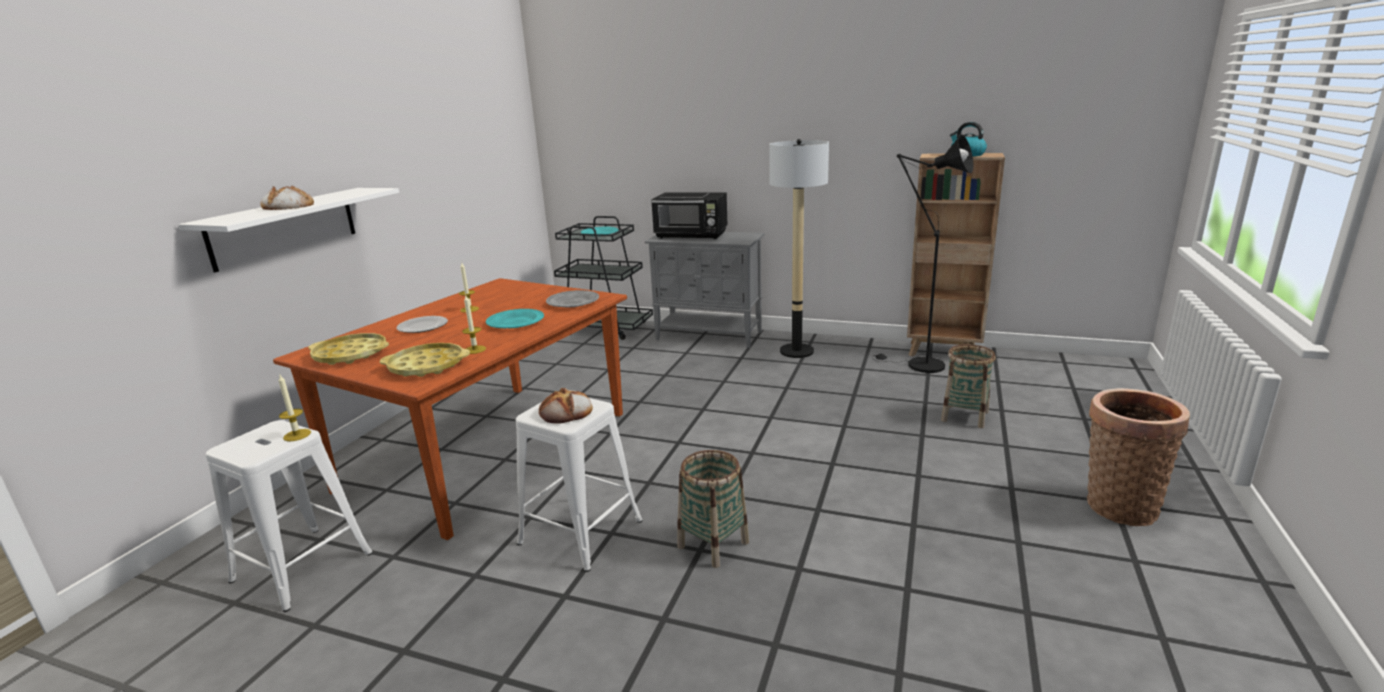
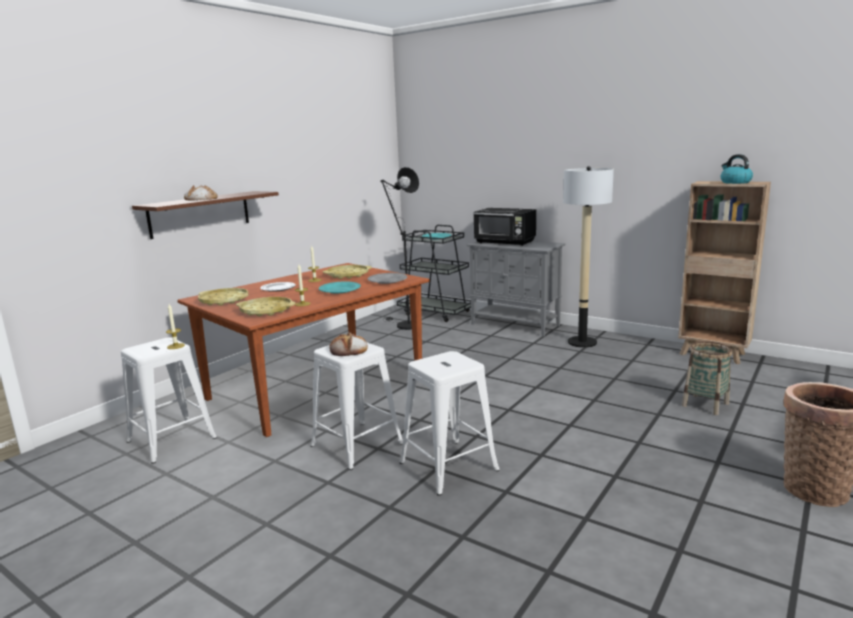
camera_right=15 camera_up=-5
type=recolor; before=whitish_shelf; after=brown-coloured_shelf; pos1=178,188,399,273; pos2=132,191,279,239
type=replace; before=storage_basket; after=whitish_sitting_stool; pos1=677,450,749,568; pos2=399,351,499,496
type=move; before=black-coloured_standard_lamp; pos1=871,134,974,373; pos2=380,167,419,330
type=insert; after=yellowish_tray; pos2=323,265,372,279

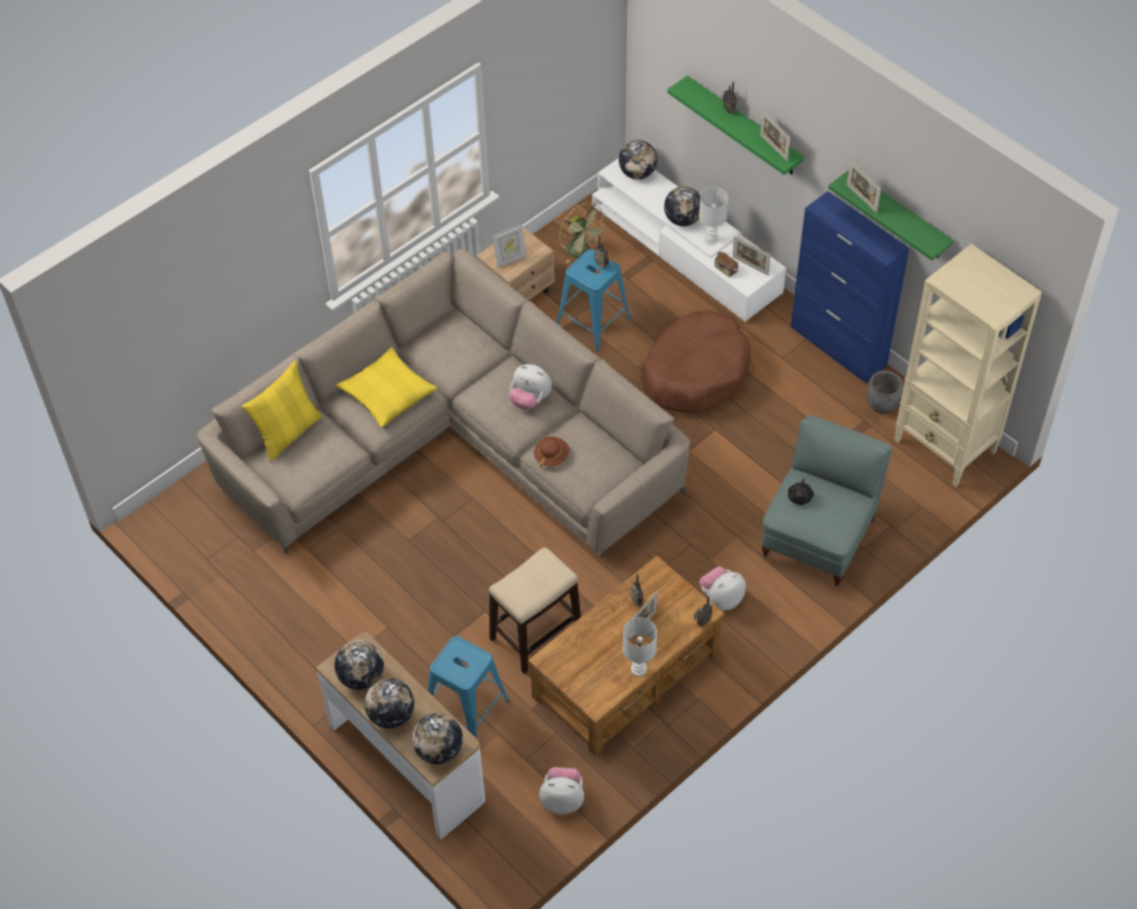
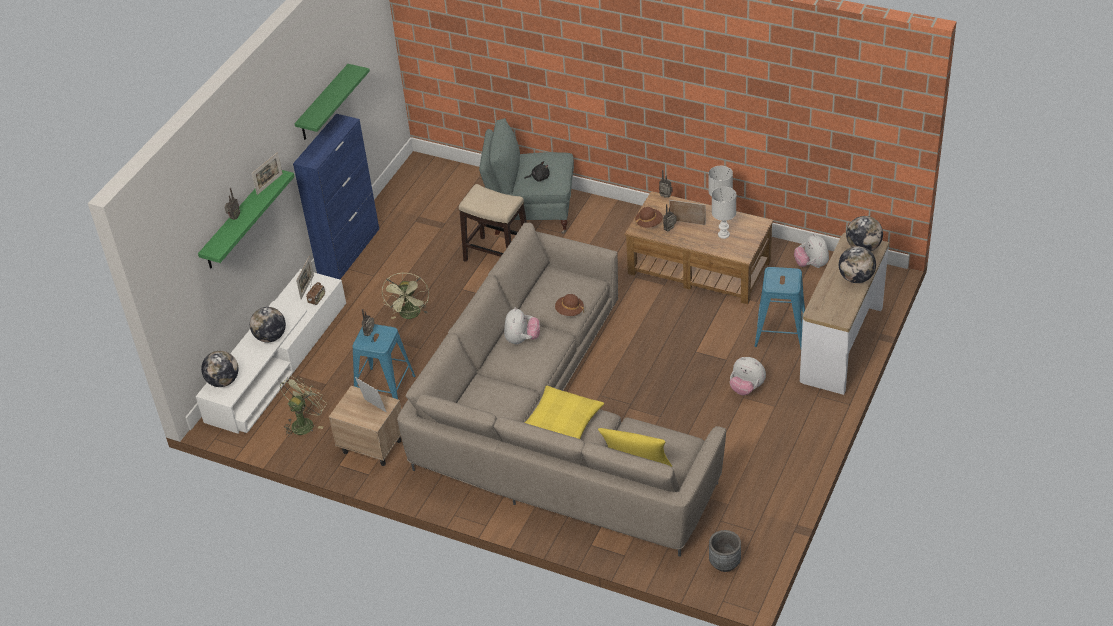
camera_right=-110 camera_up=-10
type=delete; before=desk_globe; pos1=334,640,384,690
type=move; before=sitting_stool; pos1=489,548,581,674; pos2=459,184,527,262
type=replace; before=brown-coloured_dog_cushion; after=green-coloured_electric_fan; pos1=640,310,751,413; pos2=382,273,429,319
type=move; before=whitish_tabletop_lamp; pos1=699,187,728,245; pos2=712,187,736,239
type=move; before=cuddly_toy; pos1=699,567,746,611; pos2=730,357,766,395
type=delete; before=picture_frame; pos1=847,161,881,213
type=move; before=greyish_planter; pos1=867,371,903,413; pos2=709,530,741,572
type=delete; before=beige-coloured_bookshelf; pos1=894,244,1042,487
type=insert; after=brown-coloured_wearable_hat; pos2=635,207,663,228

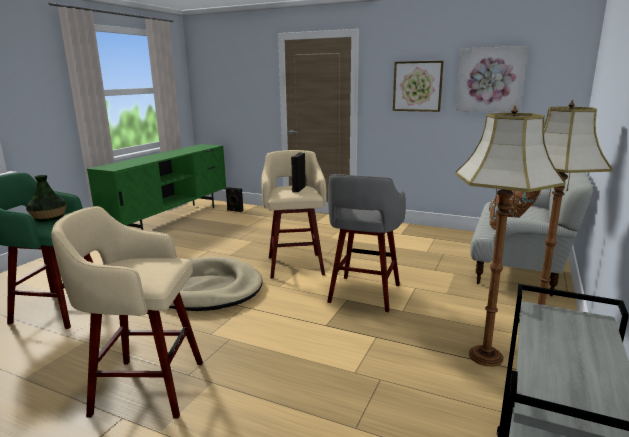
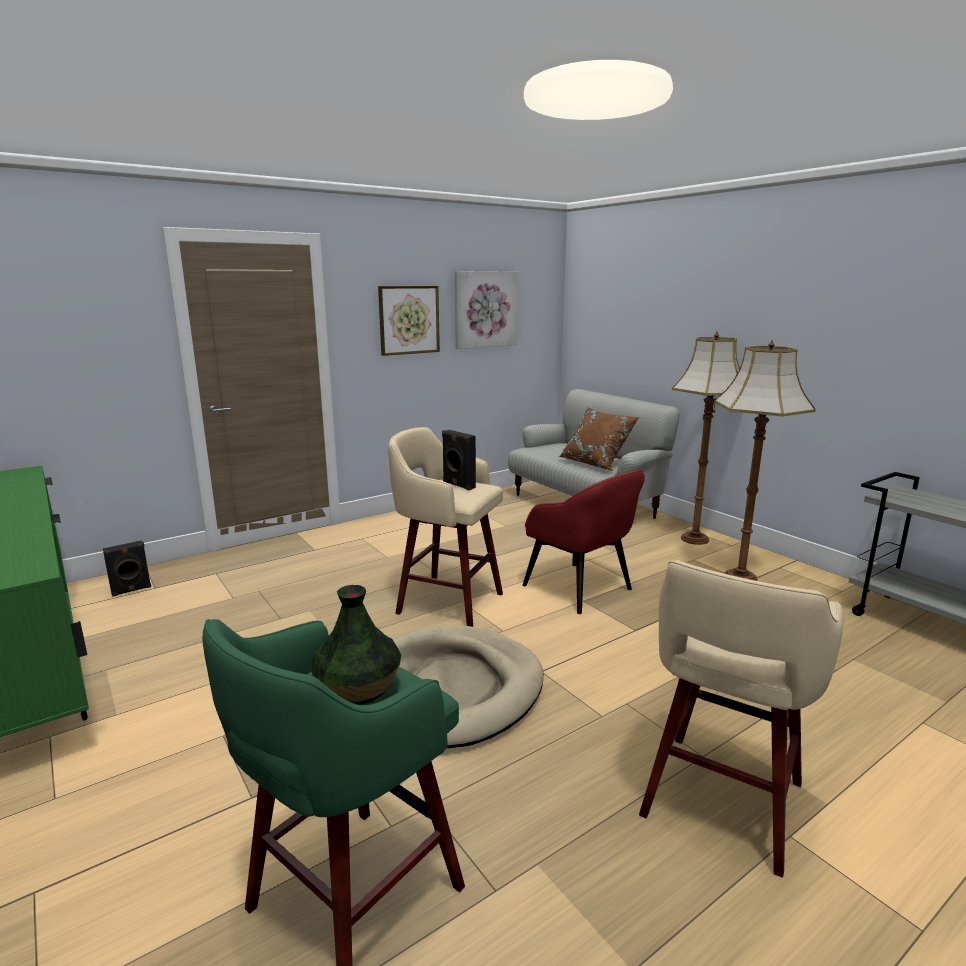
camera_right=-60 camera_up=0
type=replace; before=greyish_sitting_stool; after=red_easy_chair; pos1=327,174,406,312; pos2=523,470,645,614

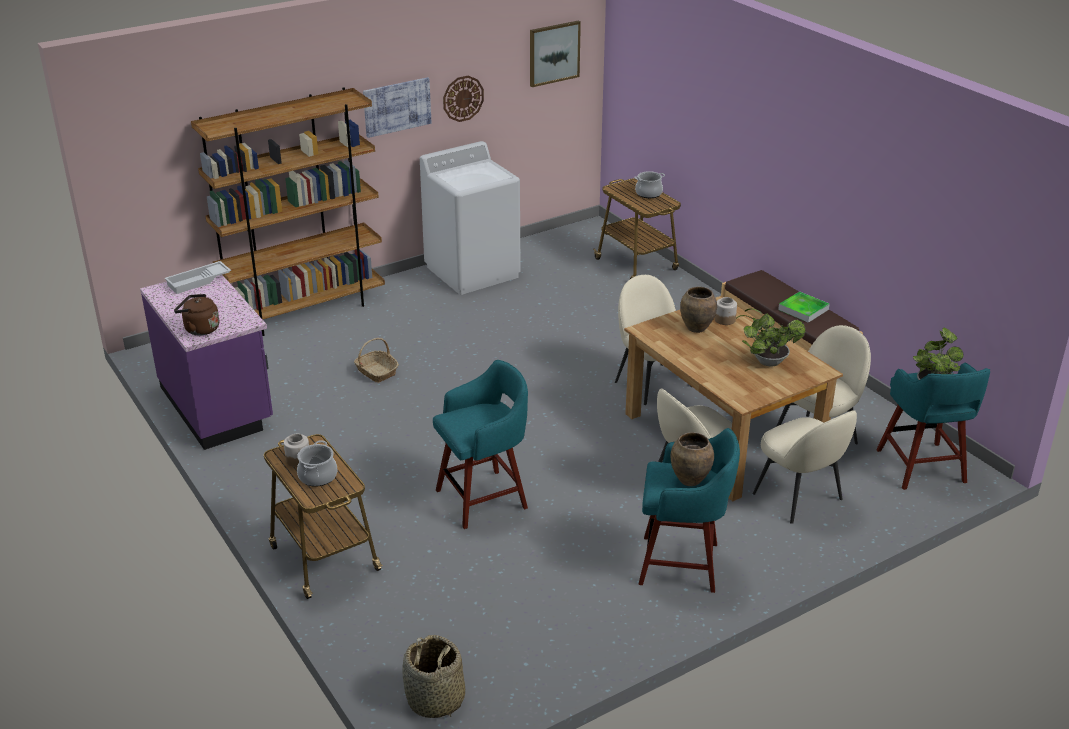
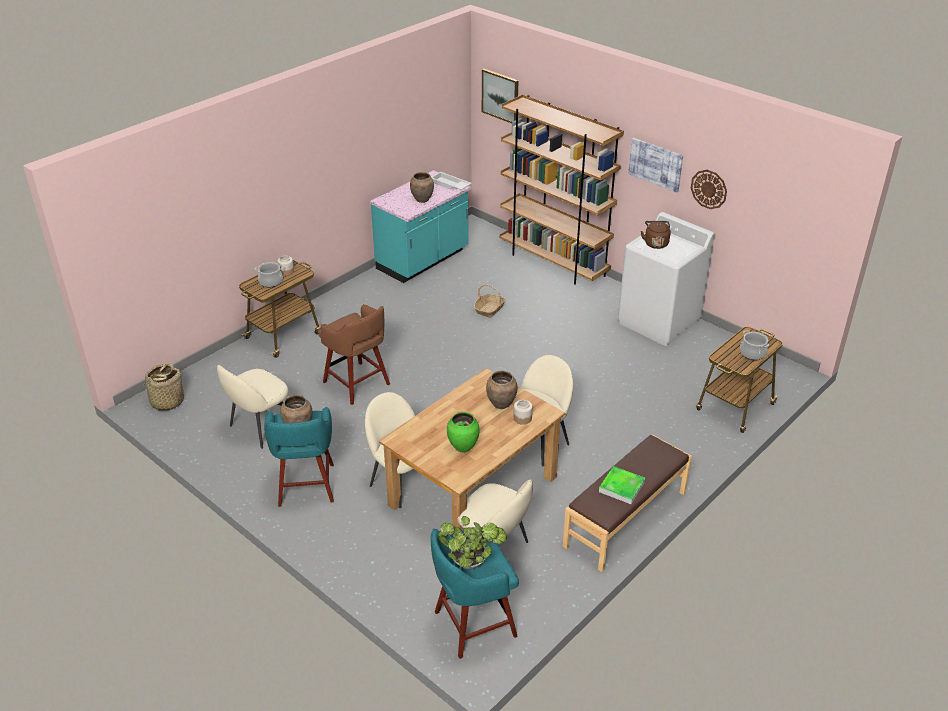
camera_right=75 camera_up=5
type=recolor; before=purple_kitchen_base_unit; after=blue-green_kitchen_base_unit; pos1=140,275,273,450; pos2=370,170,471,283
type=move; before=brown-coloured_kettle; pos1=174,294,219,335; pos2=641,221,670,249
type=recolor; before=blue-green_sitting_stool; after=brown-coloured_sitting_stool; pos1=433,360,528,529; pos2=318,304,390,405
type=move; before=wall_art; pos1=530,21,581,87; pos2=482,69,519,123
type=replace; before=potted_plant; after=green-coloured_flower_vase; pos1=736,309,806,366; pos2=447,412,480,452
type=move; before=beige-coloured_plain_chair; pos1=753,410,857,524; pos2=217,365,288,449
type=insert; after=brown-coloured_flower_vase; pos2=410,172,434,203

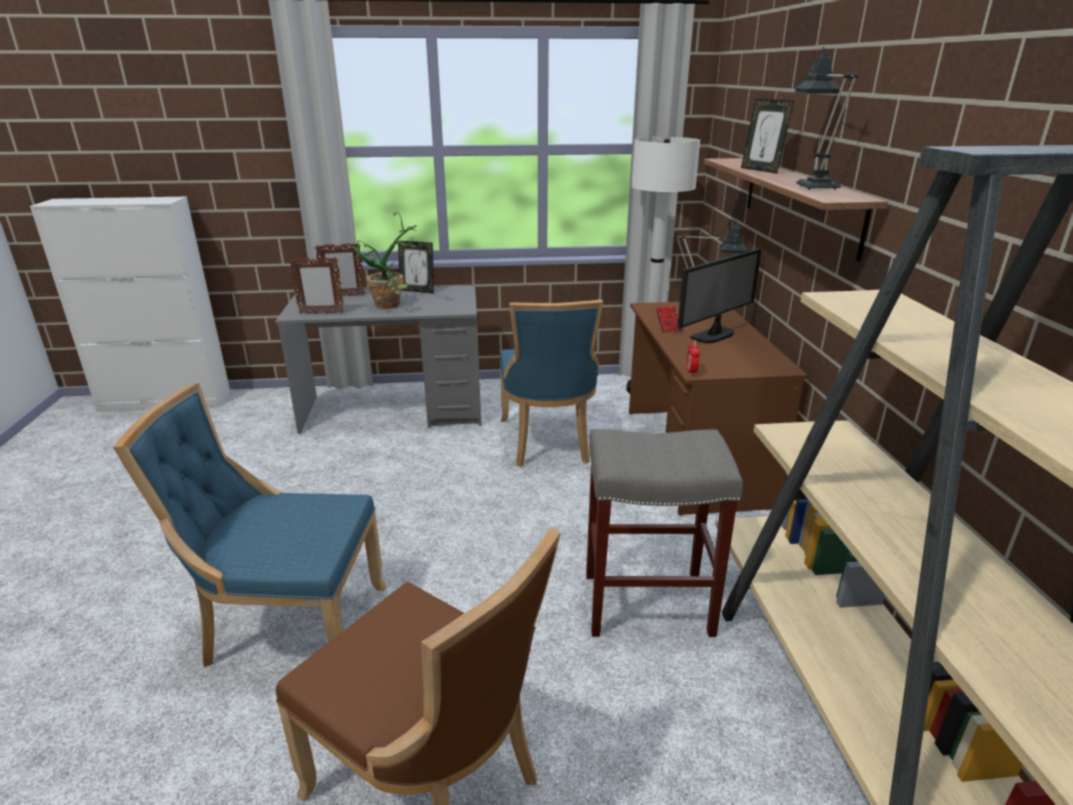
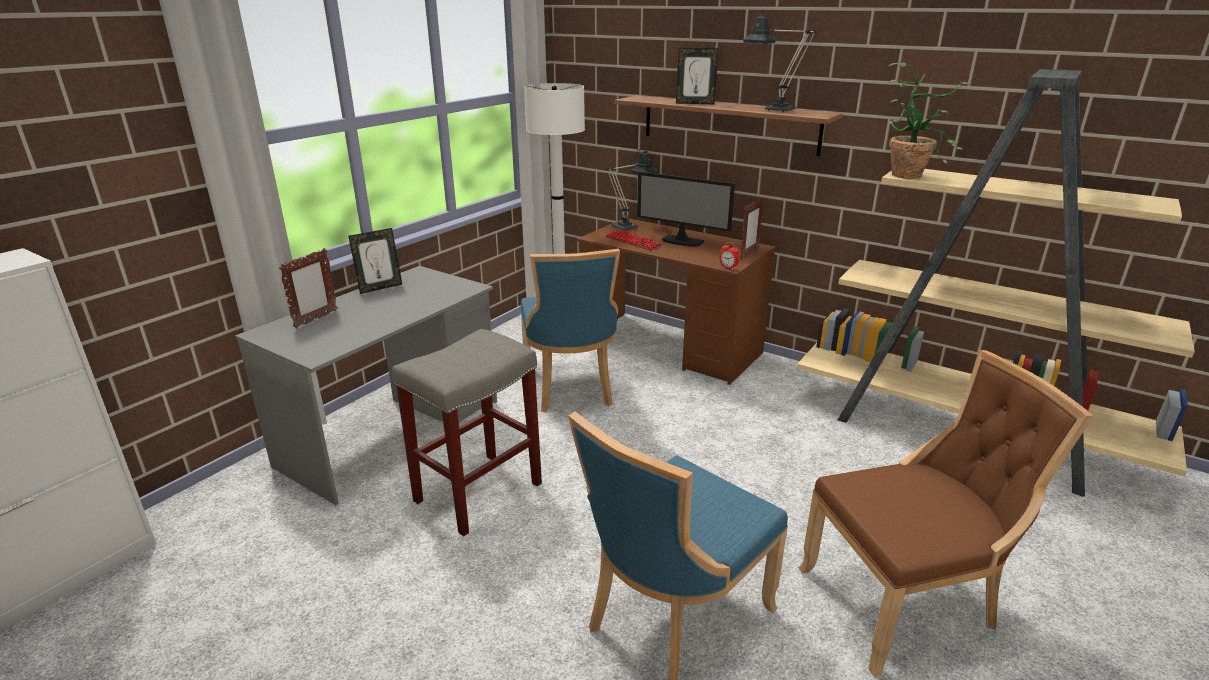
camera_right=-50 camera_up=0
type=move; before=picture_frame; pos1=289,257,345,314; pos2=740,197,764,259
type=move; before=potted_plant; pos1=348,212,417,309; pos2=888,62,970,179
type=rotate; before=blue-coloured_plain_chair; pos1=500,300,603,467; pos2=520,249,620,413; turn=45
type=move; before=greyish_sitting_stool; pos1=586,429,743,637; pos2=392,329,542,536
type=rotate; before=monitor; pos1=677,249,762,343; pos2=637,172,735,247; turn=120

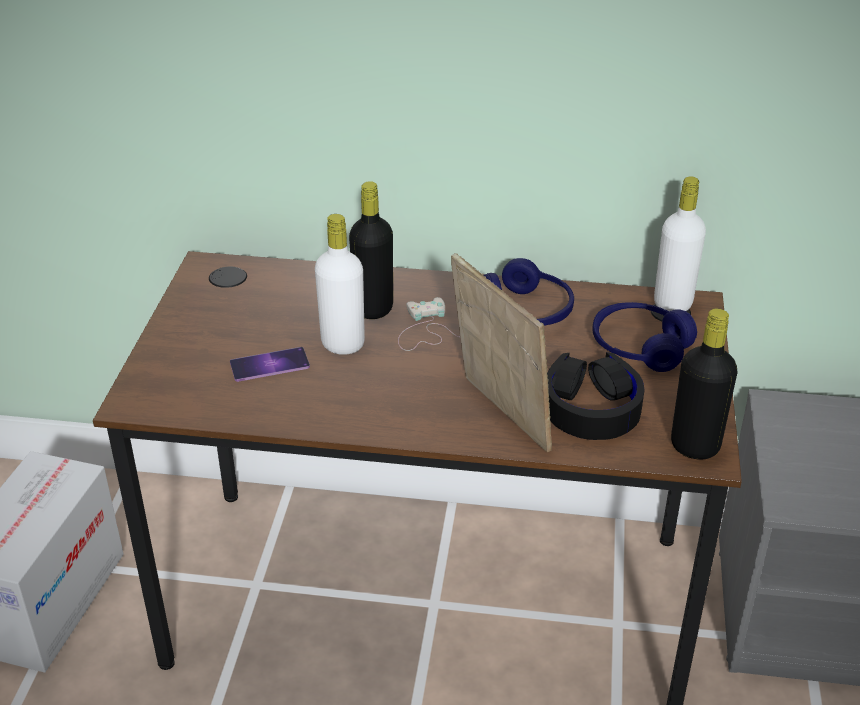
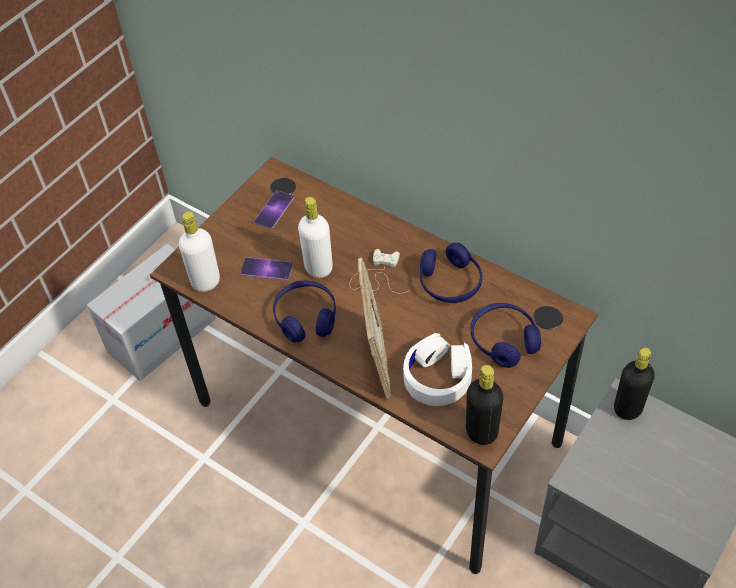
camera_right=30 camera_up=15
type=move; before=black-coloured_bottle; pos1=349,181,393,319; pos2=614,348,655,420
type=recolor; before=black-coloured_headphones; after=whitish_headphones; pos1=547,352,644,440; pos2=403,333,472,406
type=move; before=whitish_bottle; pos1=654,176,706,311; pos2=179,212,220,292
type=insert; after=handset; pos2=254,190,294,229
type=insert; after=blue-coloured_headphones; pos2=273,280,336,343

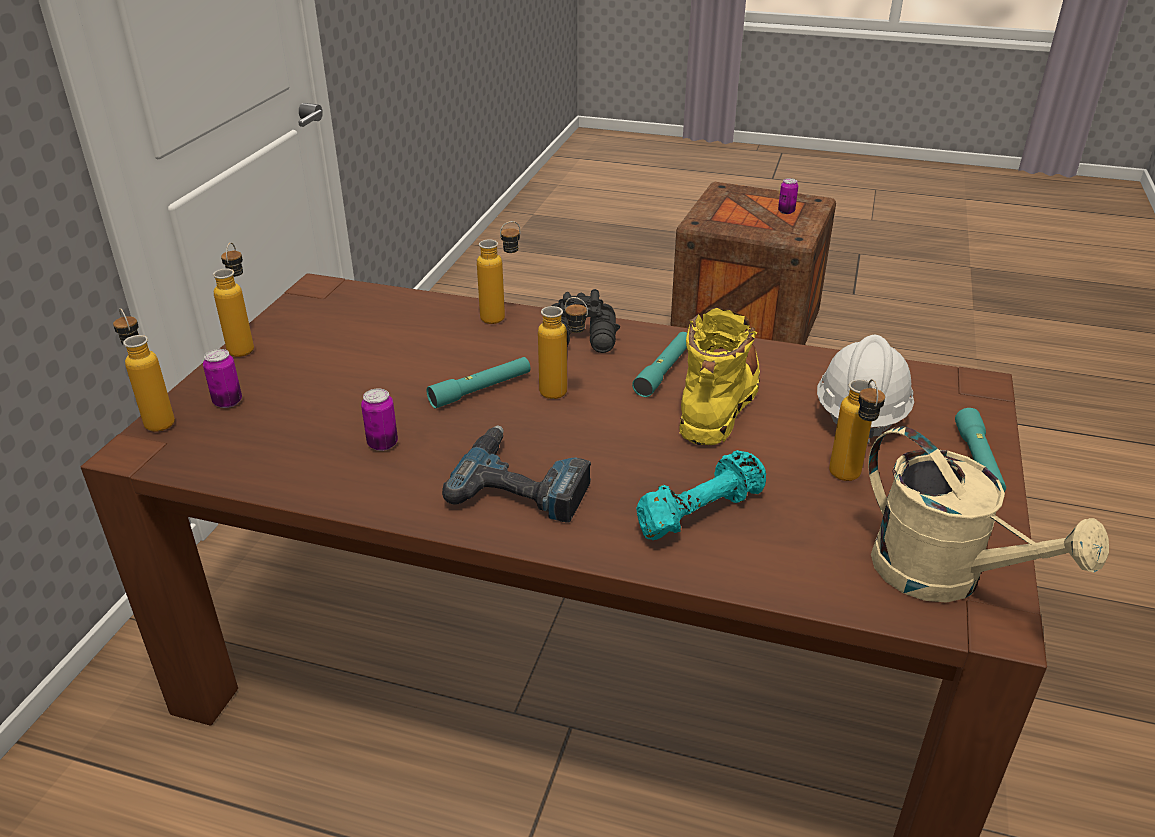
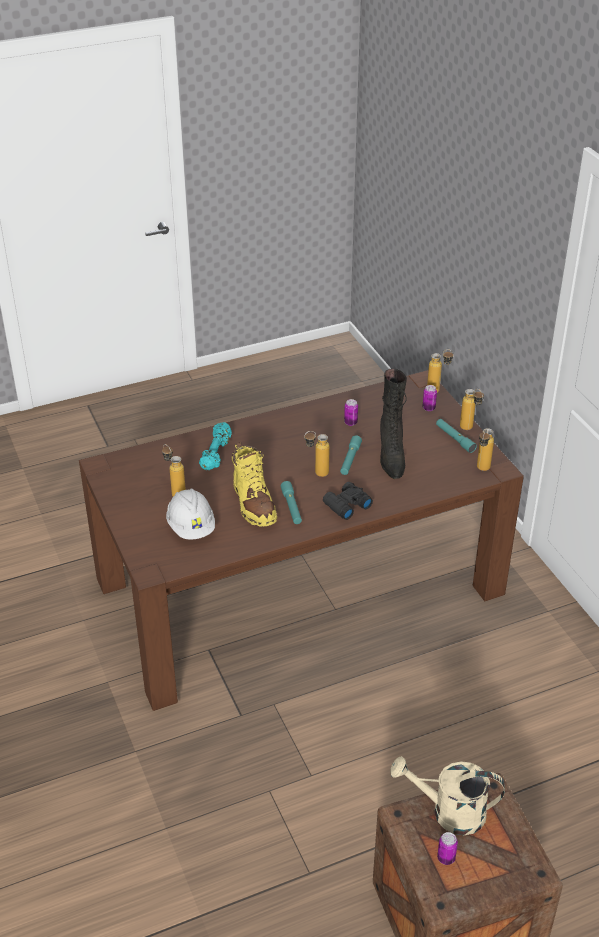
camera_right=140 camera_up=5
type=delete; before=power_drill; pos1=442,426,591,523
type=move; before=bottle; pos1=477,221,520,324; pos2=477,428,494,471
type=move; before=beige-coloured_watering_can; pos1=868,426,1109,603; pos2=390,756,505,835
type=move; before=blue-green_flashlight; pos1=955,408,1006,492; pos2=436,419,477,453
type=insert; after=black-coloured_high-top_boot; pos2=380,368,407,479

